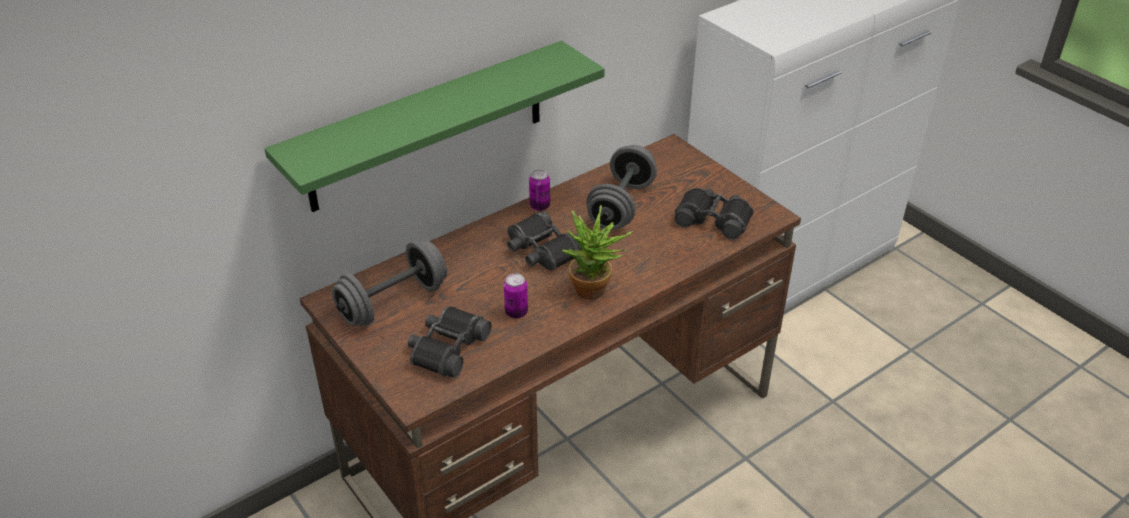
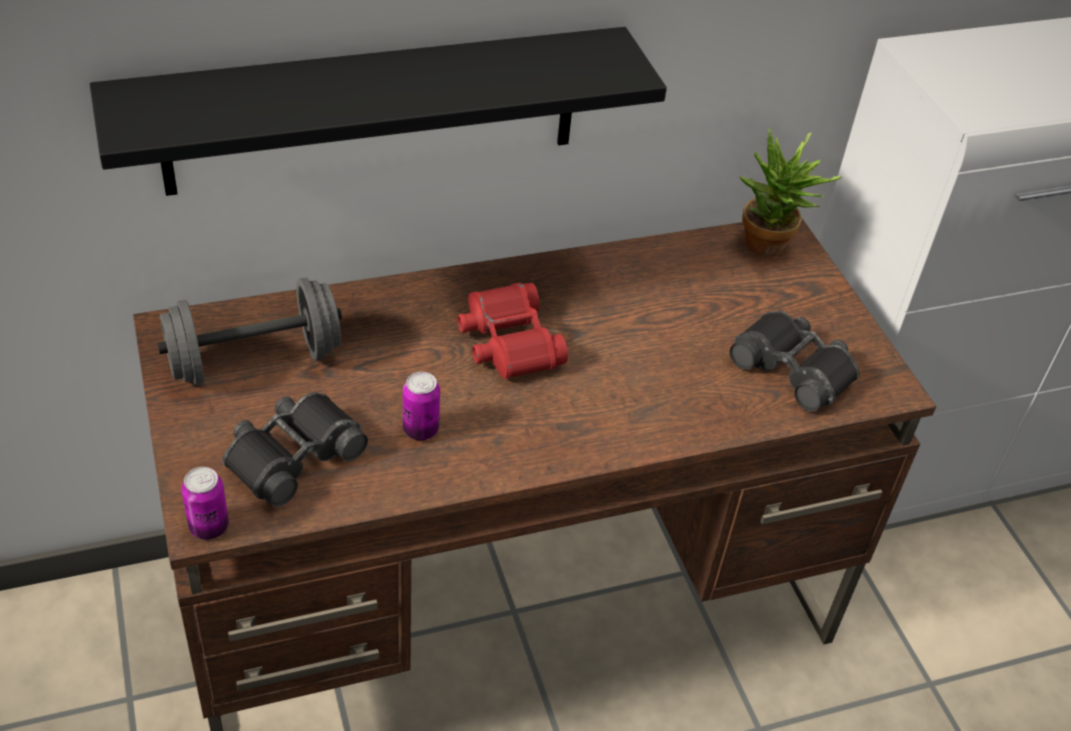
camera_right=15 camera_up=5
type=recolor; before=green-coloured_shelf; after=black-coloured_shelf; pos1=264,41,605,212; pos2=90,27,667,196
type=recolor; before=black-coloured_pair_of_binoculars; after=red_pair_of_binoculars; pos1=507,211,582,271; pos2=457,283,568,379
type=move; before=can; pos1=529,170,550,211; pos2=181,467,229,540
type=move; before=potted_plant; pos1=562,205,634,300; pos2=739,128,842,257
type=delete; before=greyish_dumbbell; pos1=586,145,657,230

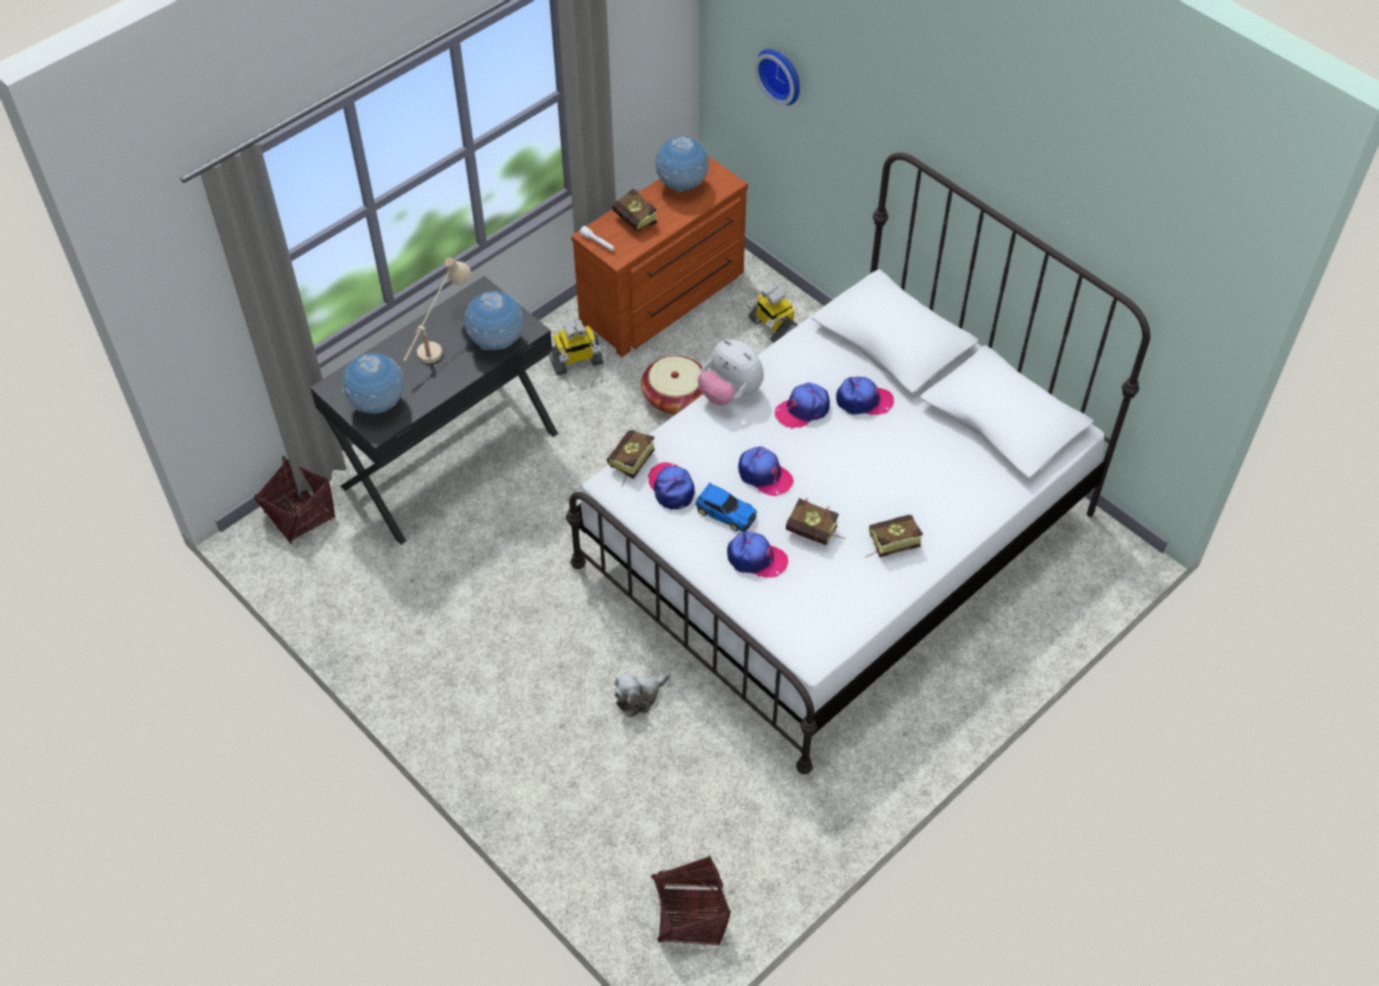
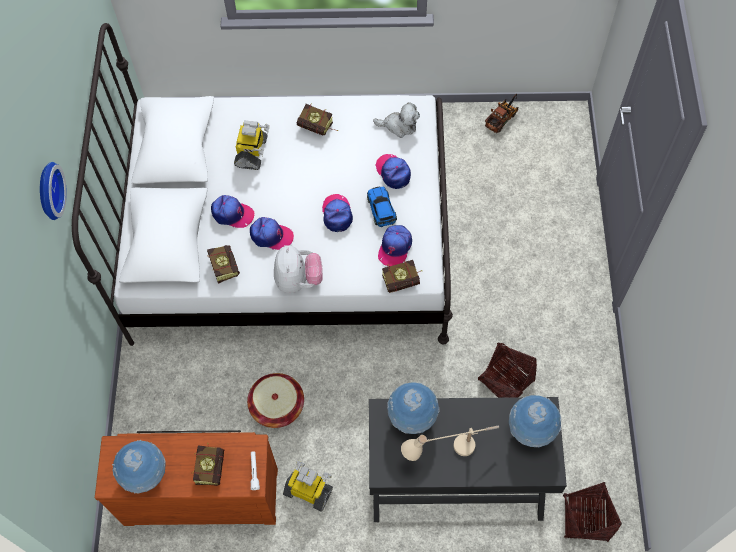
camera_right=-135 camera_up=10
type=move; before=cuddly_toy; pos1=614,672,670,717; pos2=373,102,420,138
type=move; before=storage_basket; pos1=651,856,731,945; pos2=478,342,537,398
type=move; before=robot_figure; pos1=746,285,798,343; pos2=234,120,270,170
type=move; before=hanging_clock; pos1=755,49,800,105; pos2=40,162,67,220
type=move; before=volume; pos1=786,498,845,545; pos2=207,245,240,284
type=rotate; before=baseball_cap; pos1=836,377,894,416; pos2=211,195,254,228; turn=150
type=insert; after=toy_lorry; pos2=485,94,518,133

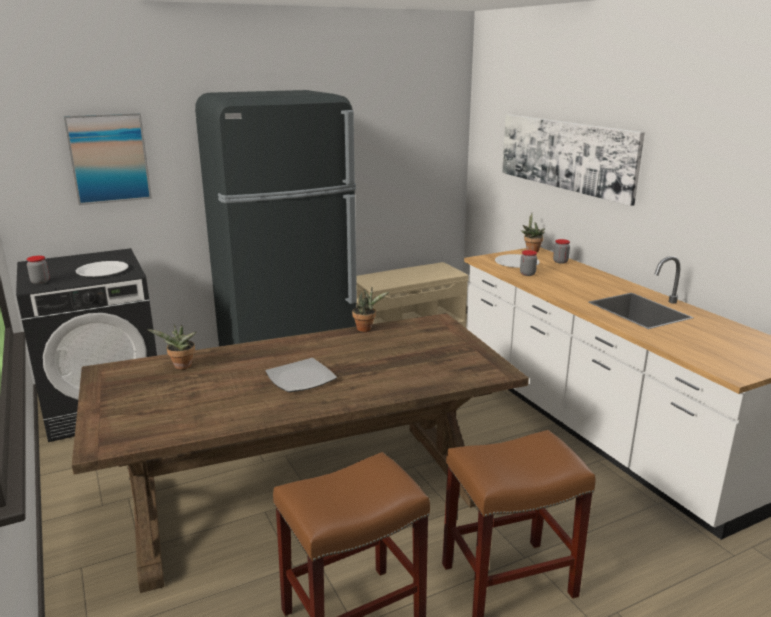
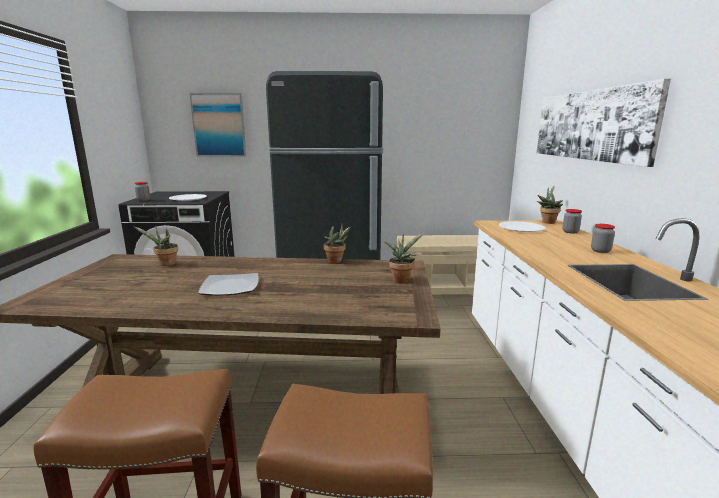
camera_right=25 camera_up=-5
type=move; before=storage_jar; pos1=520,250,537,276; pos2=591,224,615,253
type=insert; after=potted_plant; pos2=385,232,425,283

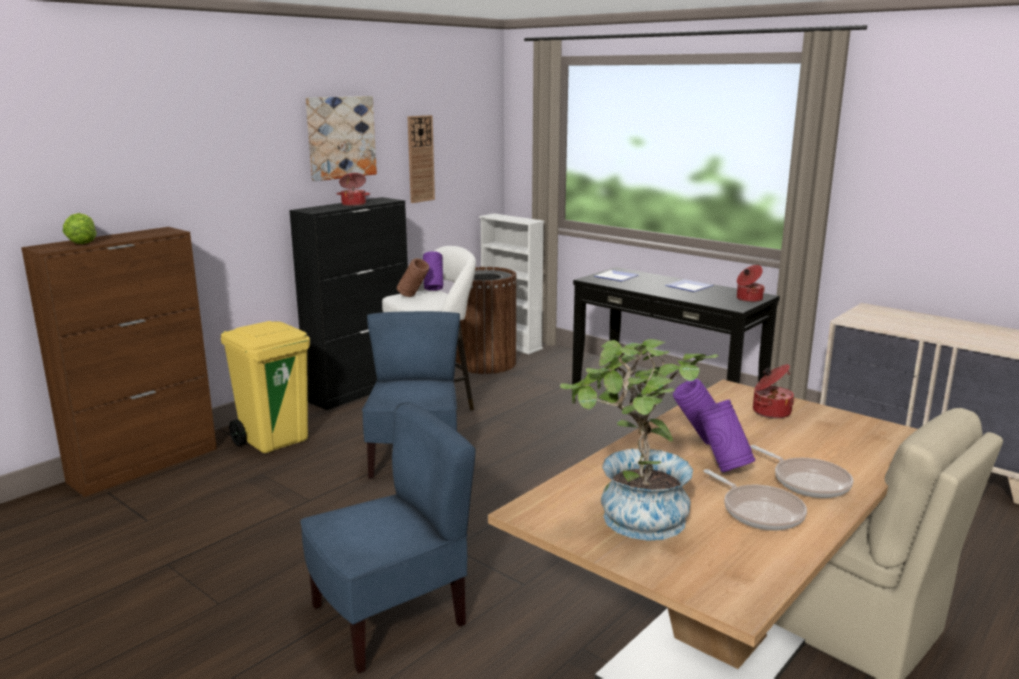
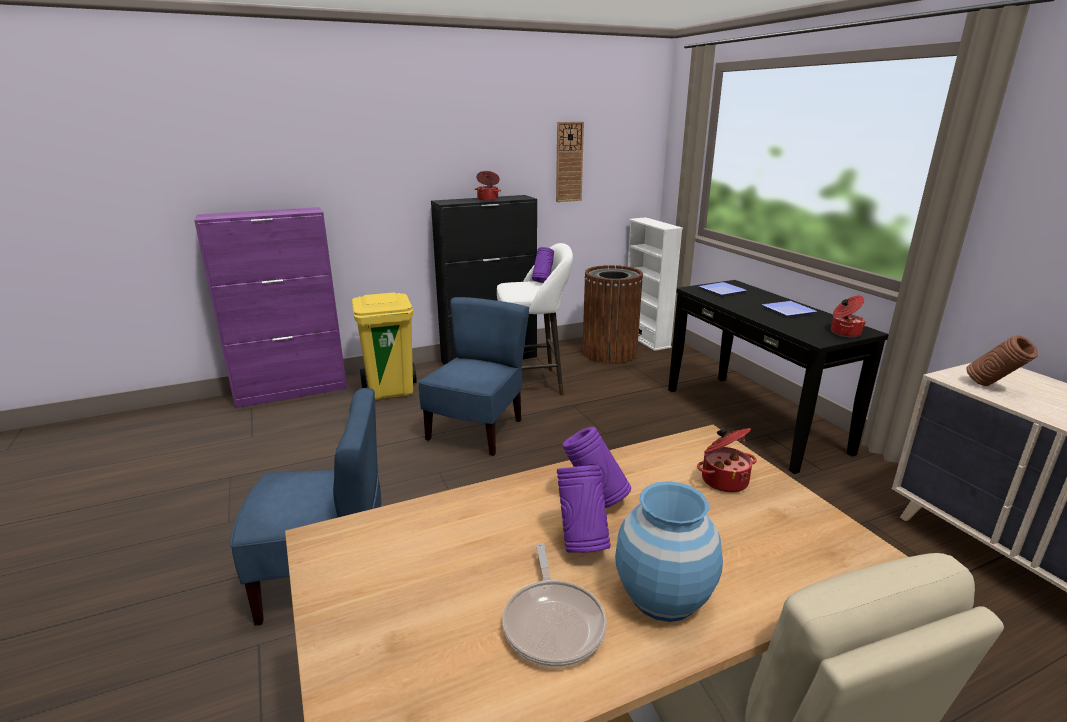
camera_right=25 camera_up=5
type=recolor; before=brown-coloured_storage_cabinet; after=purple_storage_cabinet; pos1=21,227,217,497; pos2=194,207,347,408
type=delete; before=lettuce; pos1=63,213,97,244
type=delete; before=wall_art; pos1=306,96,377,181
type=move; before=brown-coloured_flower_vase; pos1=397,258,429,297; pos2=966,335,1038,386
type=delete; before=potted_plant; pos1=560,339,719,541
type=replace; before=frying_pan; after=blue-coloured_flower_vase; pos1=750,445,853,498; pos2=615,481,723,622

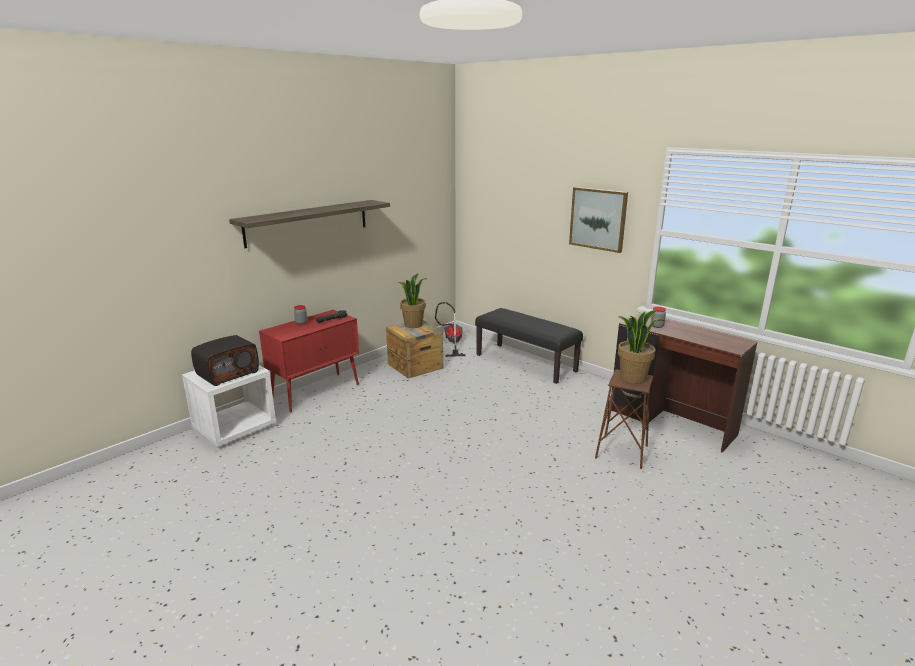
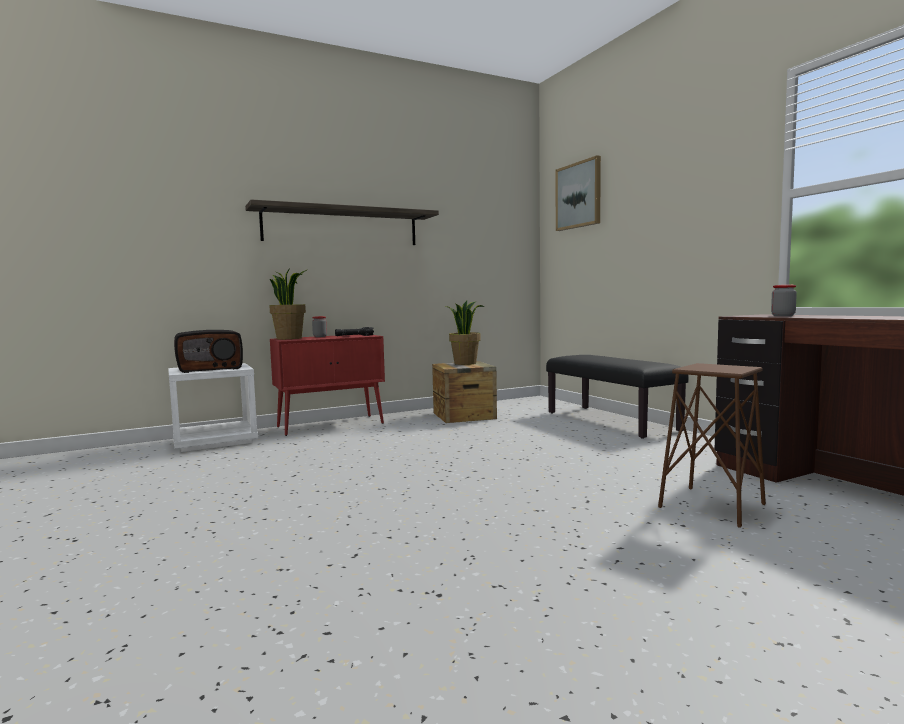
camera_right=20 camera_up=-15
type=delete; before=vacuum; pos1=435,302,466,357
type=move; before=wall_art; pos1=569,187,628,253; pos2=556,155,601,231
type=move; before=potted_plant; pos1=618,310,665,384; pos2=269,268,307,339

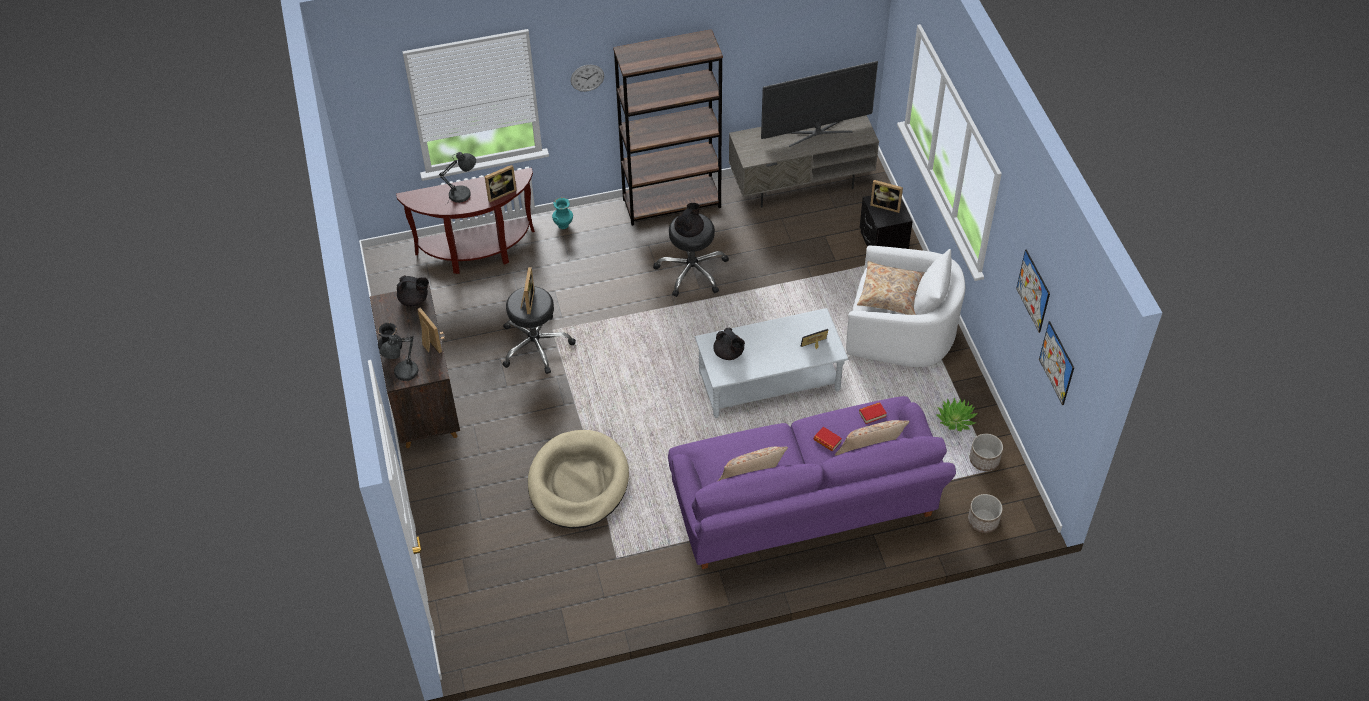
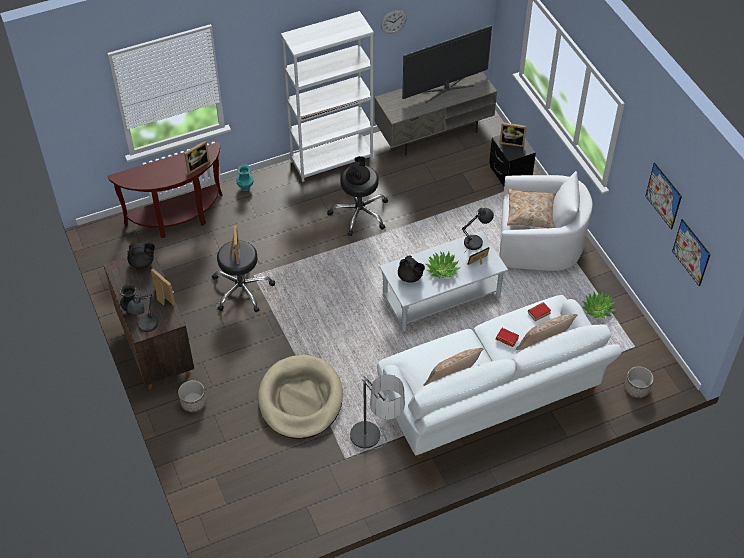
camera_right=-10 camera_up=0
type=move; before=greyish_tabletop_lamp; pos1=439,152,476,203; pos2=461,208,494,250
type=move; before=hanging_clock; pos1=571,65,604,92; pos2=381,10,407,34
type=recolor; before=brown-coloured_bookshelf; after=whitish_bookshelf; pos1=613,29,723,226; pos2=281,11,374,182
type=recolor; before=purple_couch; after=whitish_couch; pos1=668,396,956,569; pos2=377,295,622,458
type=move; before=planter; pos1=970,434,1003,471; pos2=178,380,206,412
type=insert; after=standard_lamp; pos2=350,374,405,449
type=insert; after=potted_plant; pos2=426,251,461,278

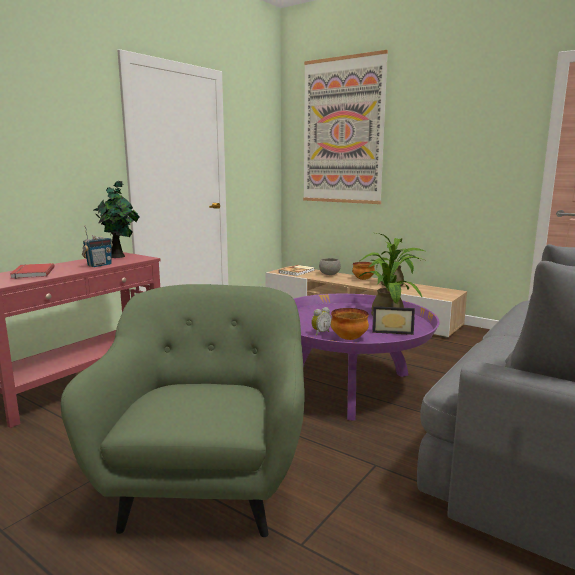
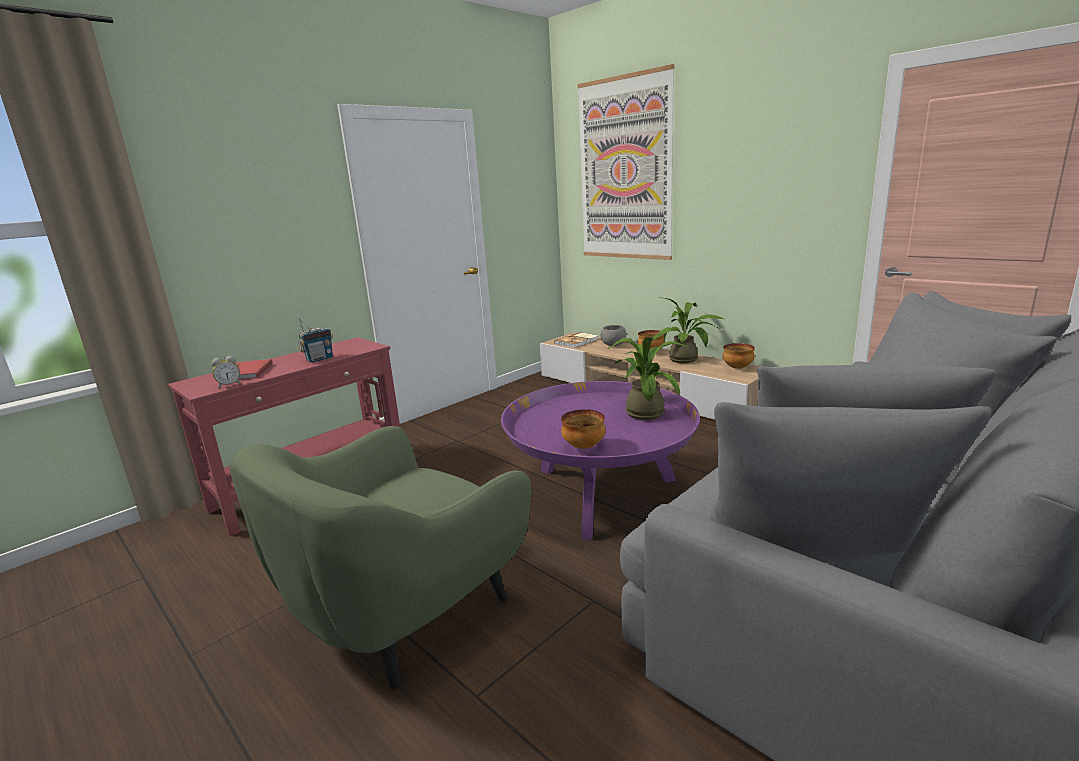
camera_right=10 camera_up=5
type=rotate; before=green-coloured_easy_chair; pos1=61,284,305,537; pos2=230,426,532,690; turn=-150
type=delete; before=potted_plant; pos1=94,181,140,258
type=move; before=alarm_clock; pos1=311,307,332,335; pos2=211,356,241,389
type=delete; before=picture_frame; pos1=372,306,415,335
type=insert; after=bowl; pos2=723,343,755,369

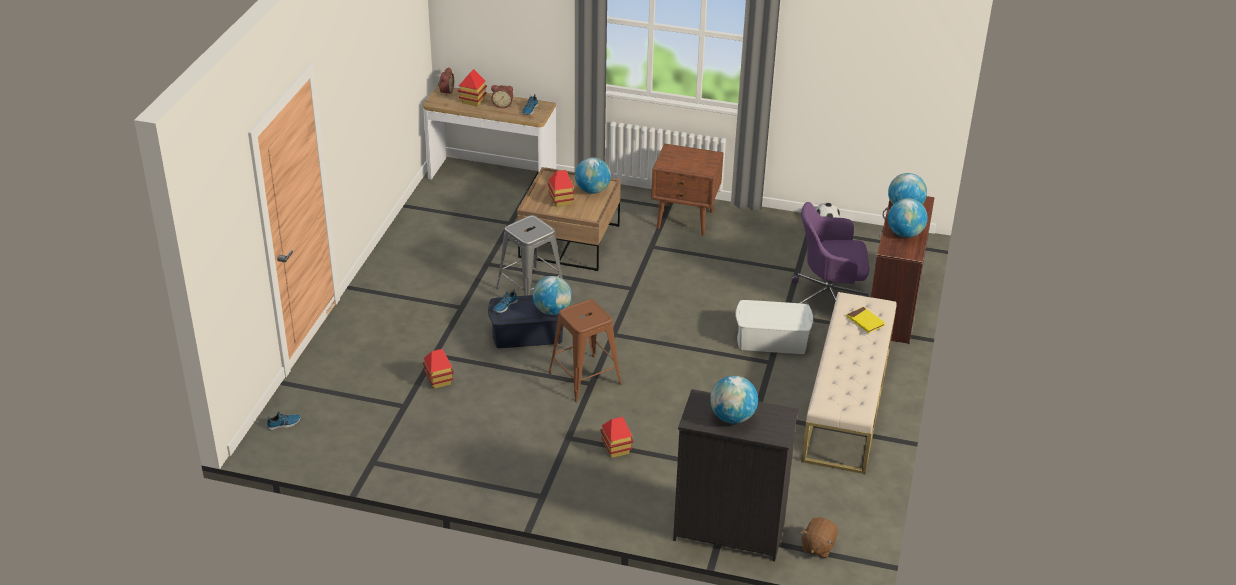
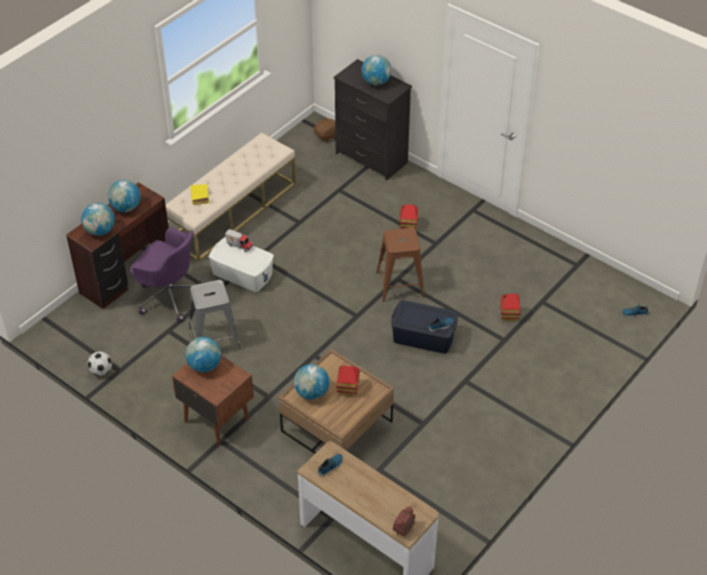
camera_right=-155 camera_up=10
type=delete; before=model_house; pos1=458,69,487,106
type=delete; before=alarm_clock; pos1=491,85,513,108
type=move; before=greyish_sitting_stool; pos1=496,215,563,296; pos2=189,280,241,350
type=move; before=desk_globe; pos1=533,276,572,315; pos2=185,337,221,372
type=insert; after=toy_lorry; pos2=225,229,253,252

